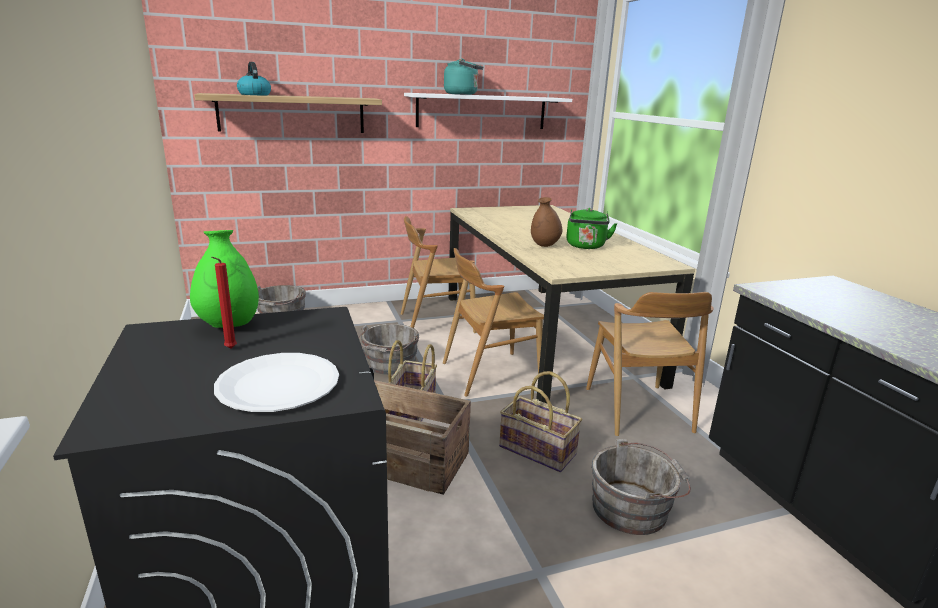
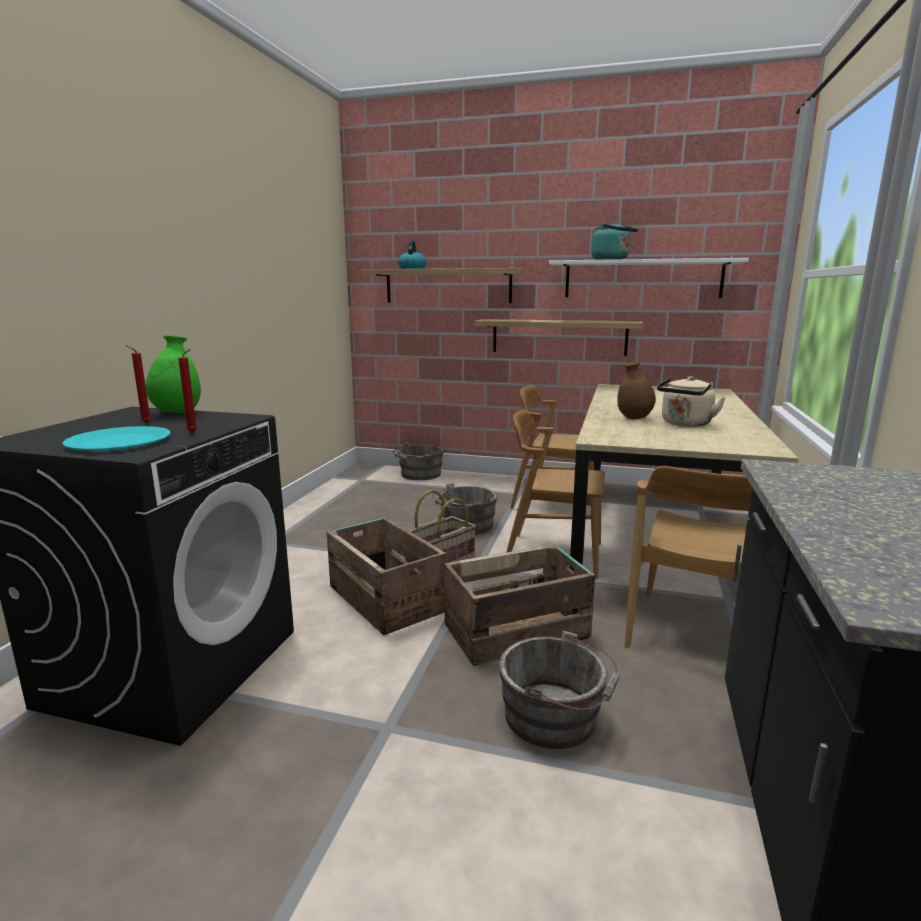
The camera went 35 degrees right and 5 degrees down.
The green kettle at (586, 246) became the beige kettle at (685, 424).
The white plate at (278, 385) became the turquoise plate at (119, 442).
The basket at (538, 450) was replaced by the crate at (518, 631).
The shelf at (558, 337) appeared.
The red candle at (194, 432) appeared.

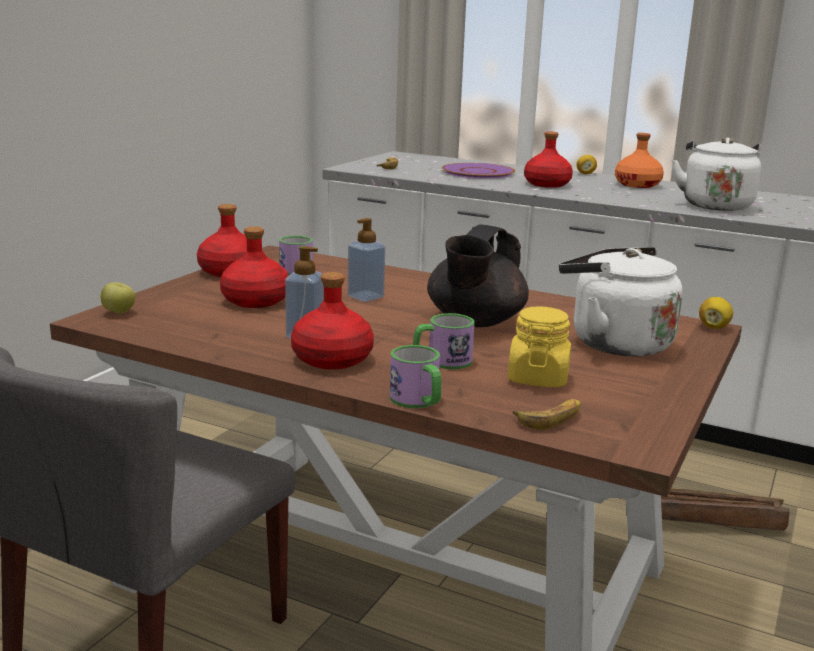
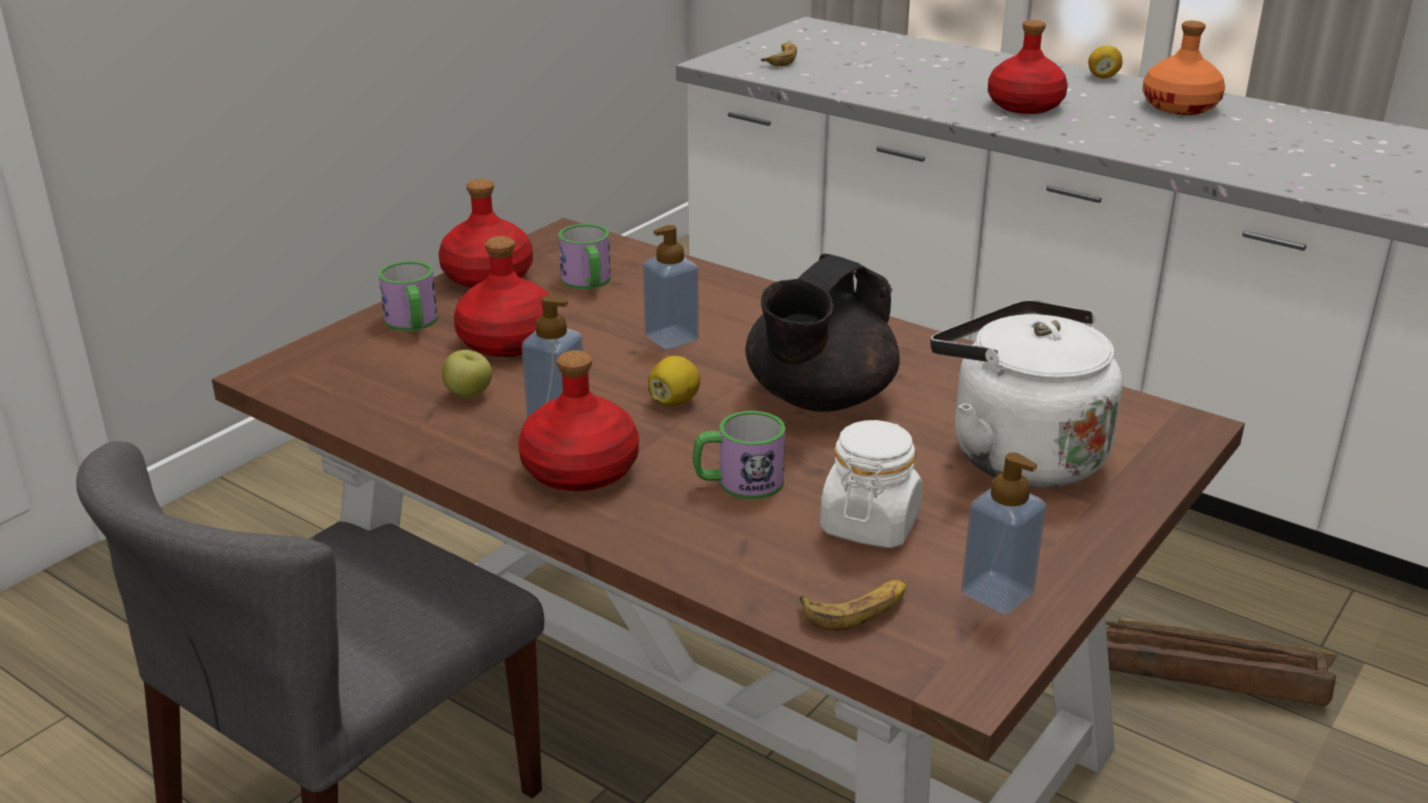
The camera went 10 degrees right and 10 degrees up.
The white kettle at (715, 205) disappeared.
The purple plate at (478, 172) disappeared.
The apple moved from (119, 313) to (469, 394).
The lemon moved from (713, 327) to (674, 401).
The yellow jar at (538, 378) became the white jar at (870, 524).
The mug moved from (418, 401) to (413, 323).
The soap dispenser at (997, 594) appeared.

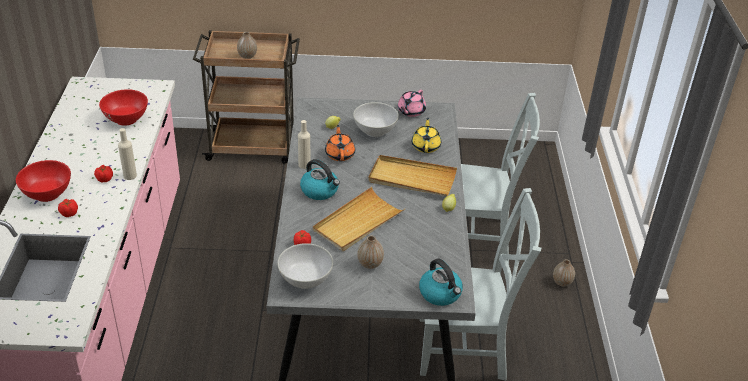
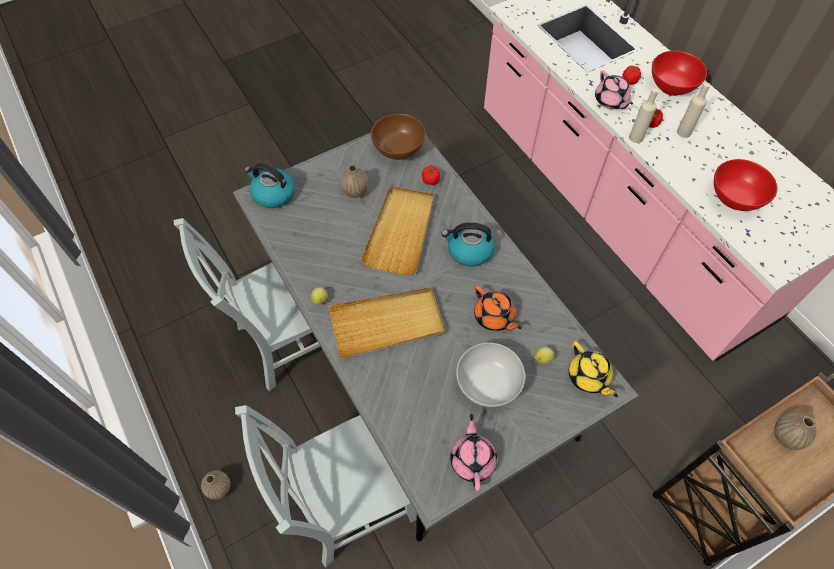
The camera went 150 degrees right and 20 degrees up.
The yellow teapot moved from (426, 146) to (588, 377).
The beige bottle moved from (304, 165) to (684, 132).
The white bowl at (306, 279) became the brown bowl at (398, 150).
The pink teapot at (611, 101) appeared.

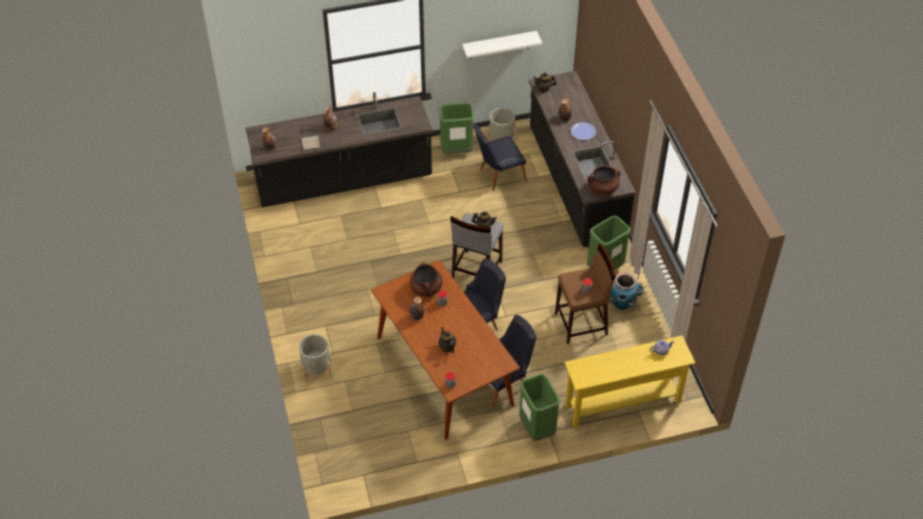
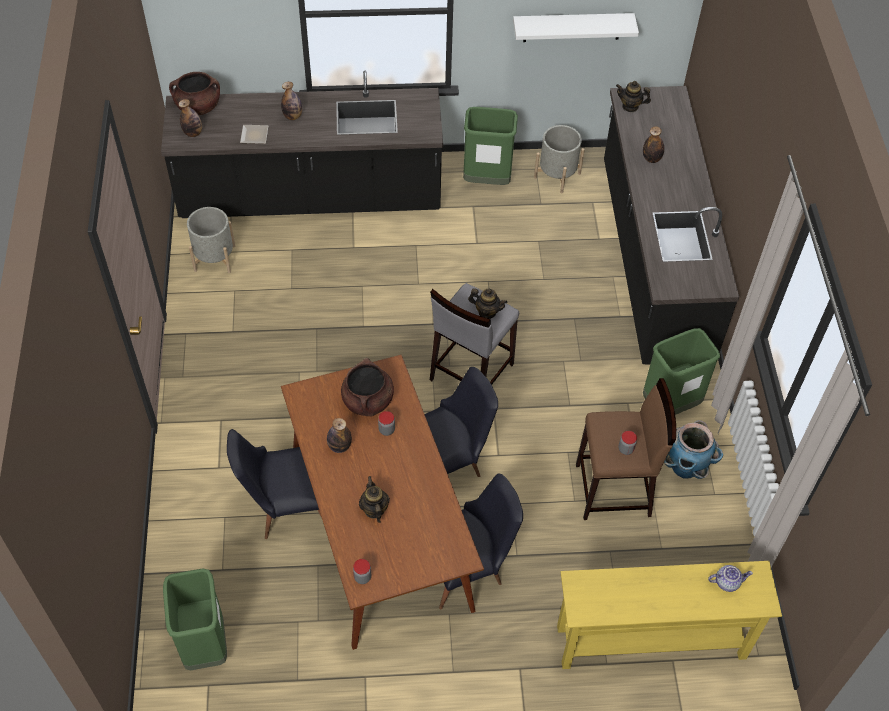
The camera went 10 degrees right and 5 degrees up.
The plate at (583, 132) disappeared.
The black chair moved from (498, 176) to (285, 508).
The brown cooking pot moved from (602, 189) to (198, 107).
The grey planter moved from (317, 369) to (214, 258).
The green trash can moved from (537, 429) to (205, 645).

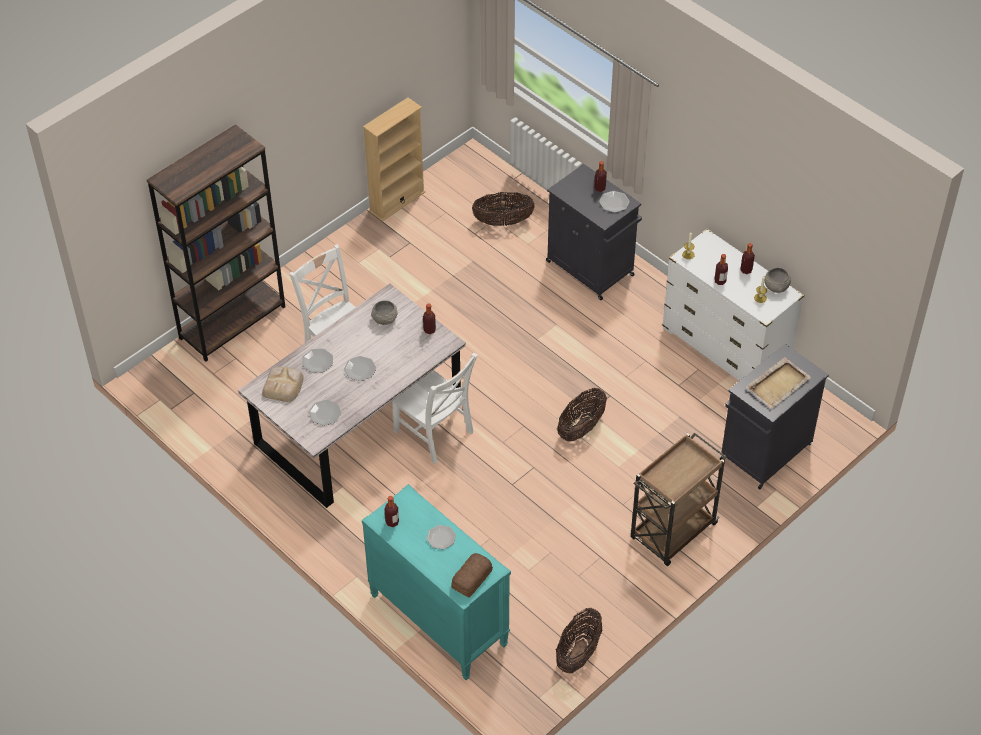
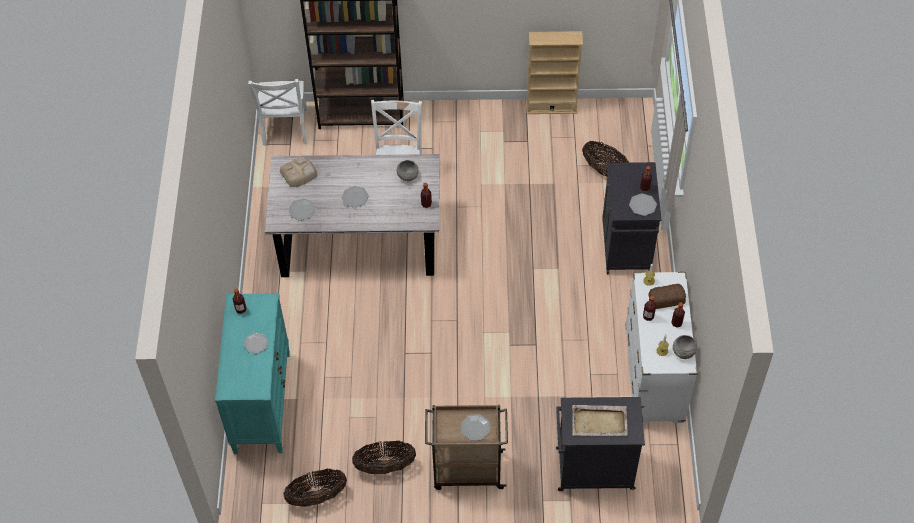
The camera went 45 degrees right and 5 degrees up.
The plate moved from (317, 361) to (475, 428).
The white chair moved from (435, 434) to (285, 129).
The basket moved from (581, 427) to (385, 466).
The bread moved from (470, 579) to (665, 299).

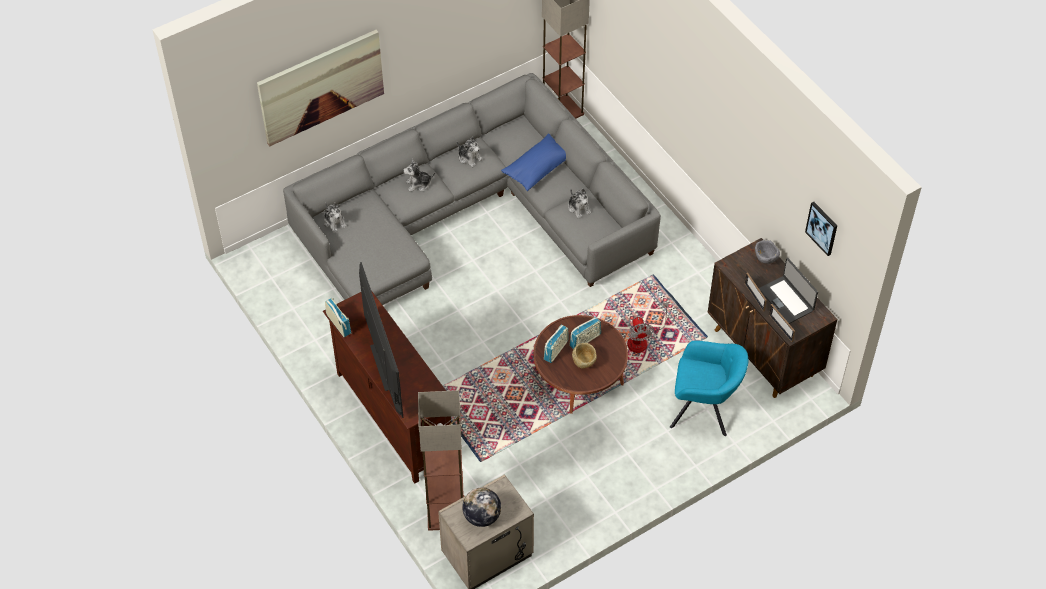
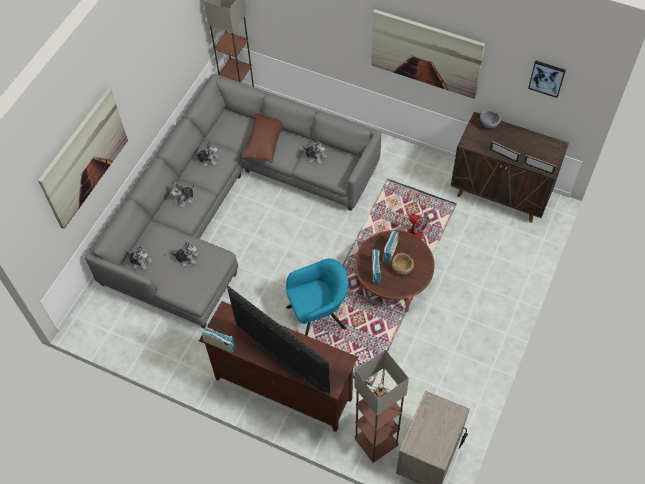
The camera went 30 degrees left and 5 degrees up.
The blue pillow at (538, 168) became the brown pillow at (264, 142).
The laptop at (786, 300) disappeared.
The turquoise armchair moved from (704, 408) to (318, 316).
The globe at (482, 516) disappeared.
The picture at (426, 53) appeared.
The plush toy at (187, 258) appeared.

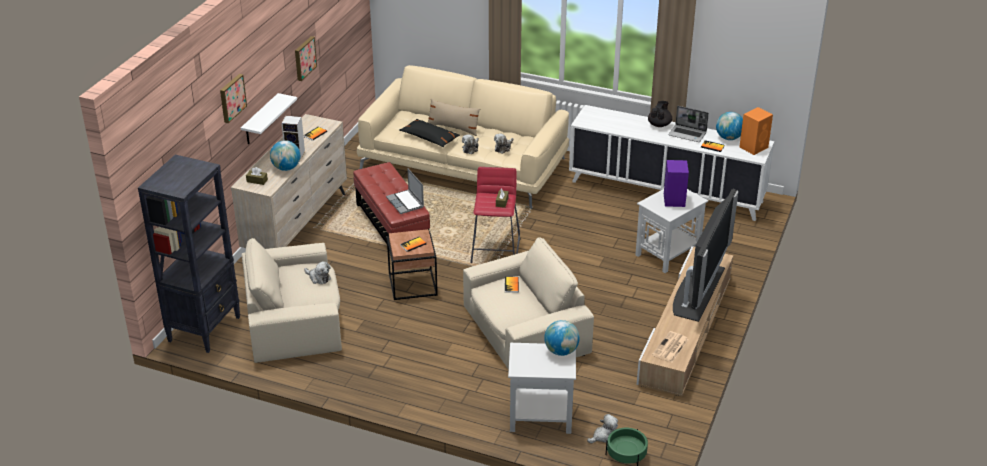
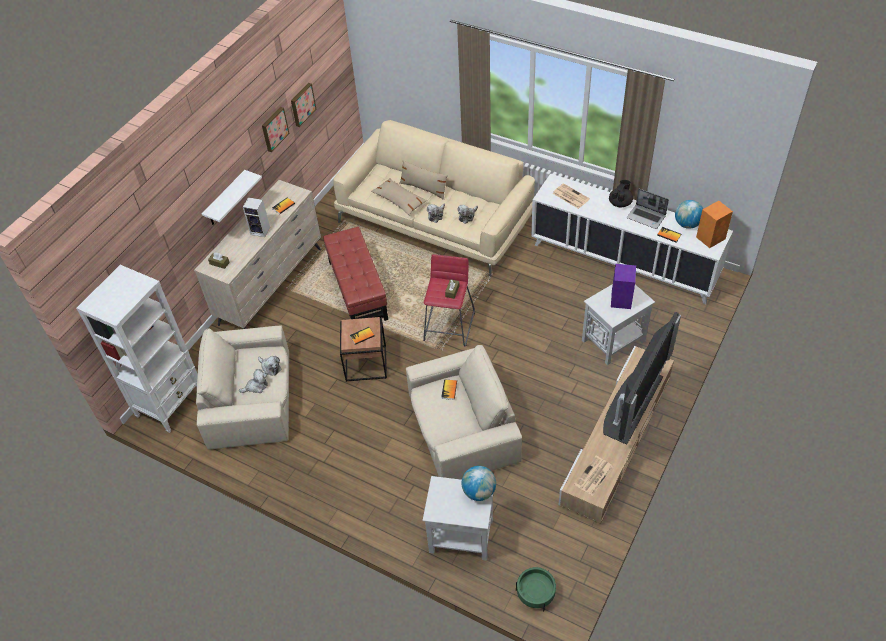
The camera went 10 degrees right and 15 degrees up.
The picture moved from (231, 98) to (302, 104).
The black pillow at (429, 138) became the beige pillow at (399, 200).
The globe at (286, 168) disappeared.
The black bookcase at (205, 329) became the white bookcase at (170, 404).
The laptop at (406, 203) disappeared.
The plush toy moved from (603, 436) to (256, 386).
The newspaper at (570, 196) appeared.

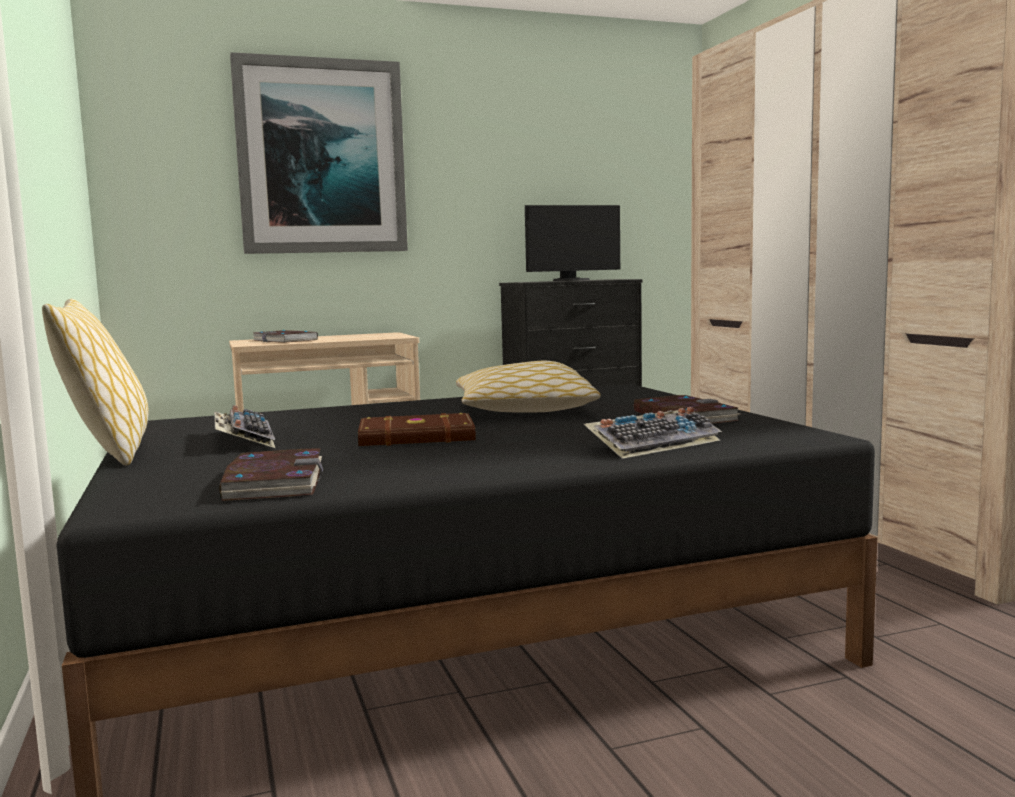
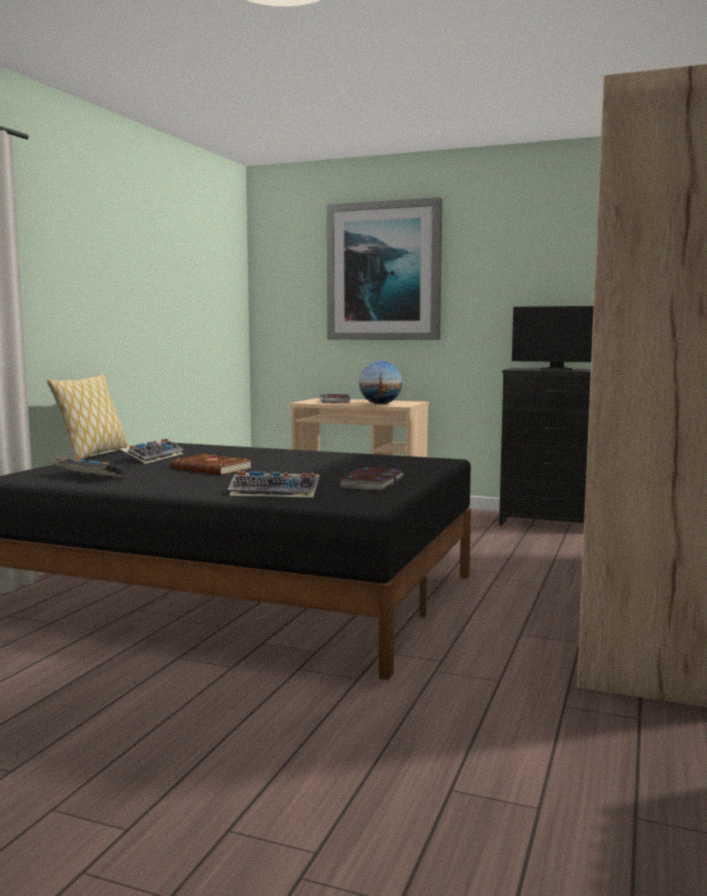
The camera went 40 degrees right and 0 degrees up.
The pillow at (524, 410) disappeared.
The book at (273, 481) was replaced by the keyboard at (85, 476).
The globe at (380, 404) appeared.

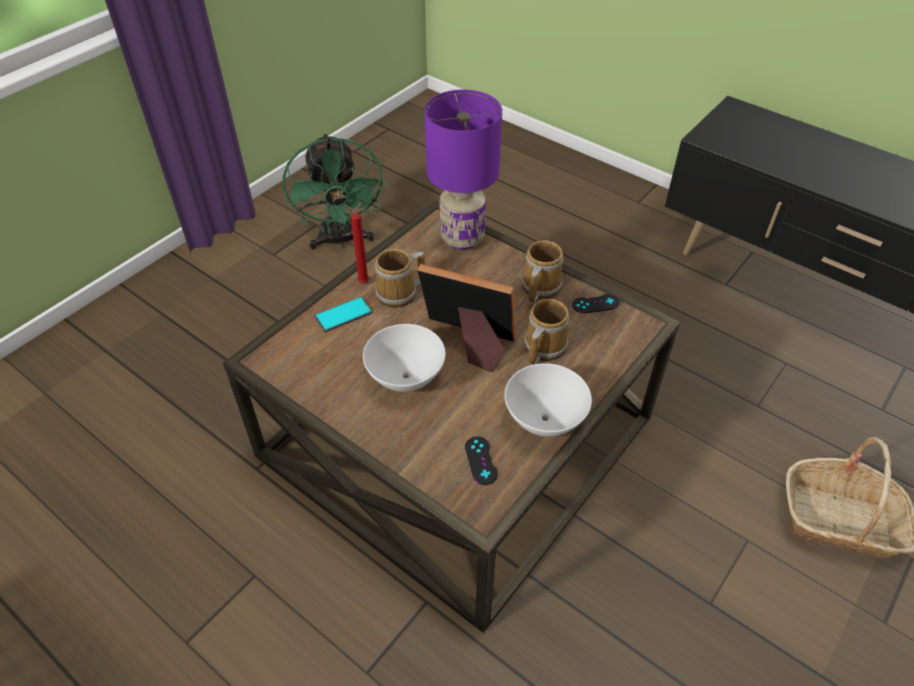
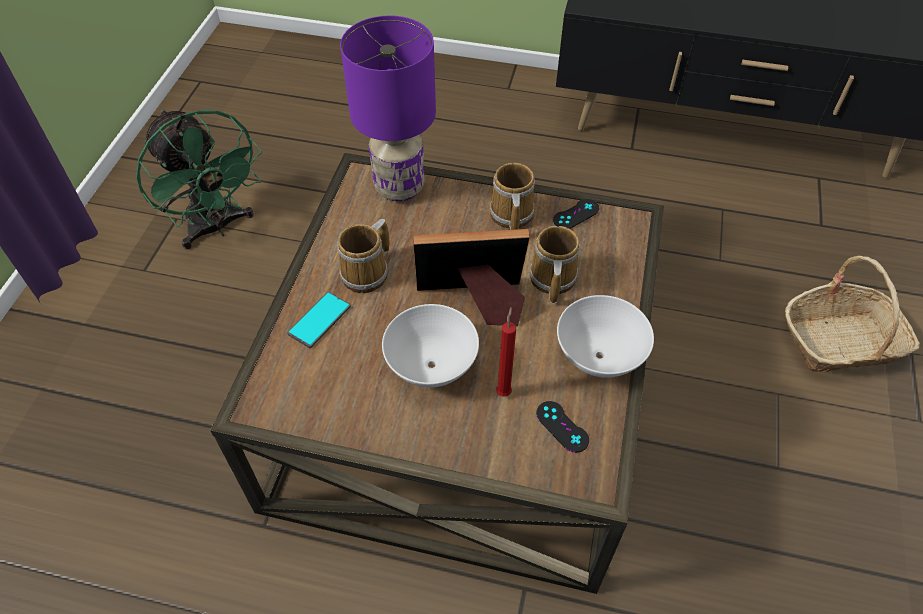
The camera went 25 degrees left and 5 degrees up.
The red candle moved from (365, 281) to (504, 391).

